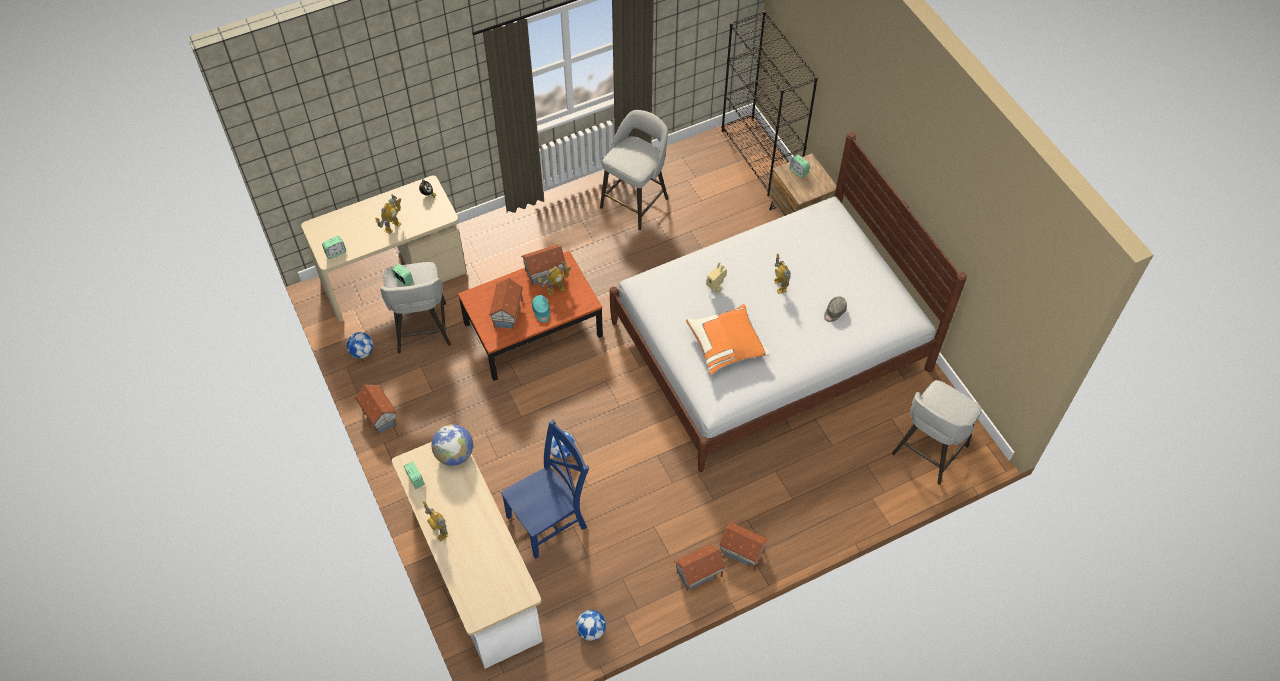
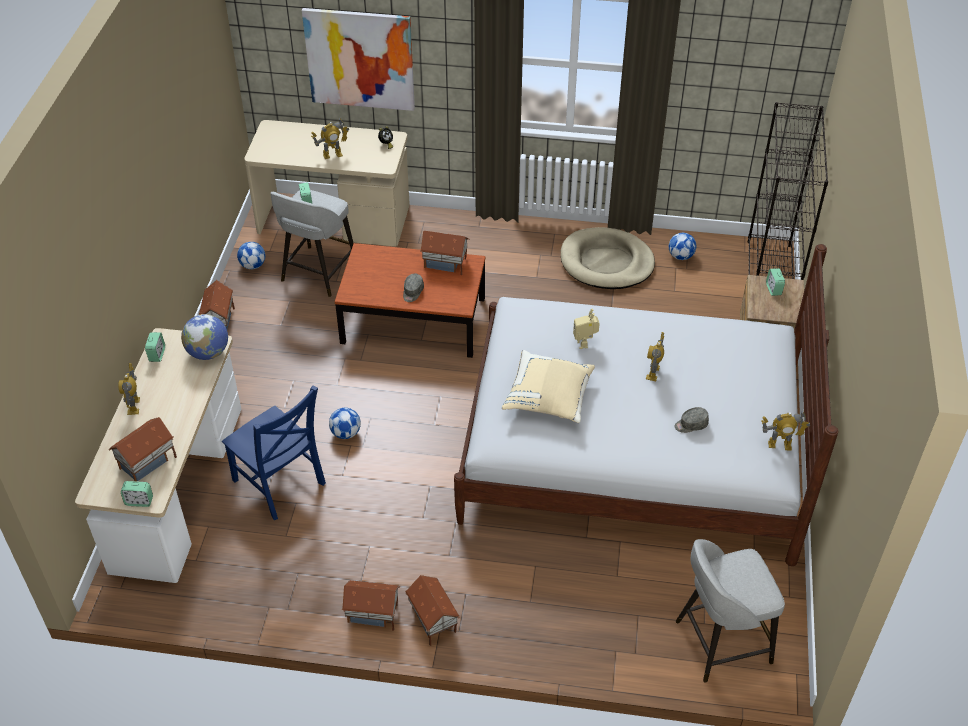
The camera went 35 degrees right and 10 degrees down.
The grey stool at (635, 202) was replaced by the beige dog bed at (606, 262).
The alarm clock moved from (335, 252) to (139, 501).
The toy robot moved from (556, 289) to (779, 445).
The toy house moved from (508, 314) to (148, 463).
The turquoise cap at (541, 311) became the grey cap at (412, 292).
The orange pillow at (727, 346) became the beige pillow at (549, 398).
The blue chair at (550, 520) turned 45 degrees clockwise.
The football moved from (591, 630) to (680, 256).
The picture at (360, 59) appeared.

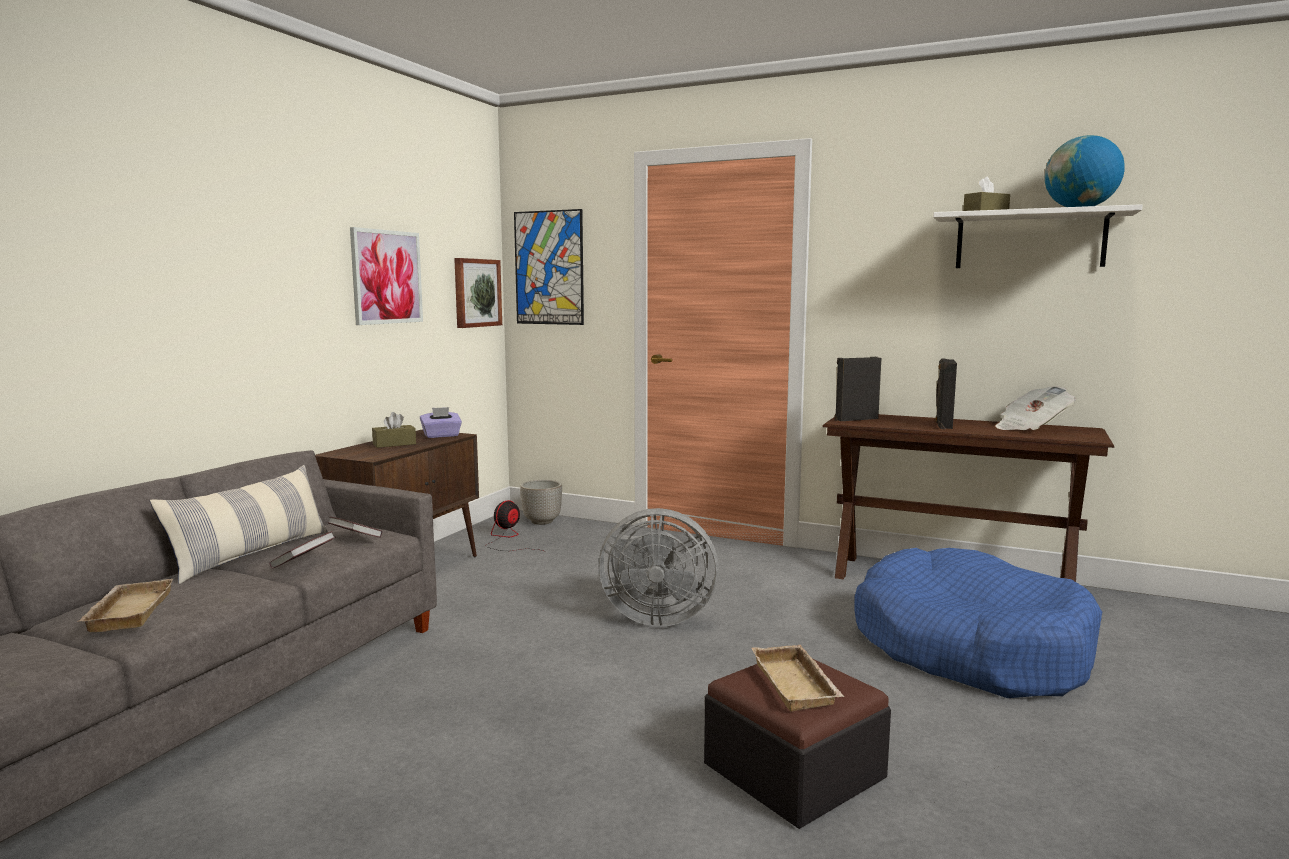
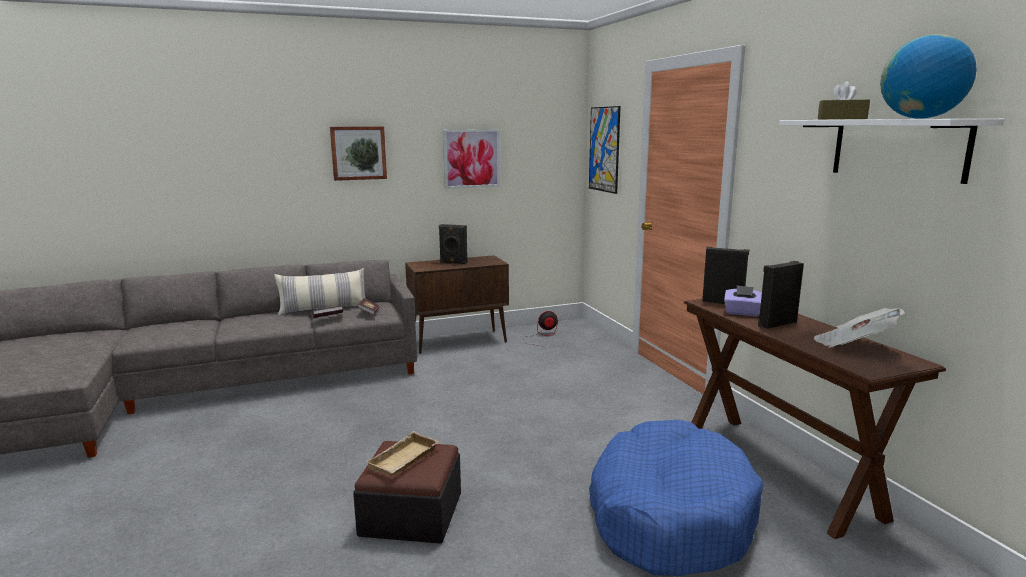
The camera went 45 degrees right and 5 degrees up.
The picture moved from (476, 293) to (358, 153).
The purple tissue box moved from (441, 436) to (742, 313).
The brown tissue box at (394, 444) was replaced by the black speaker at (453, 262).
The planter at (542, 521) disappeared.
The grey fan at (655, 617) disappeared.
The beige tray at (127, 612) disappeared.

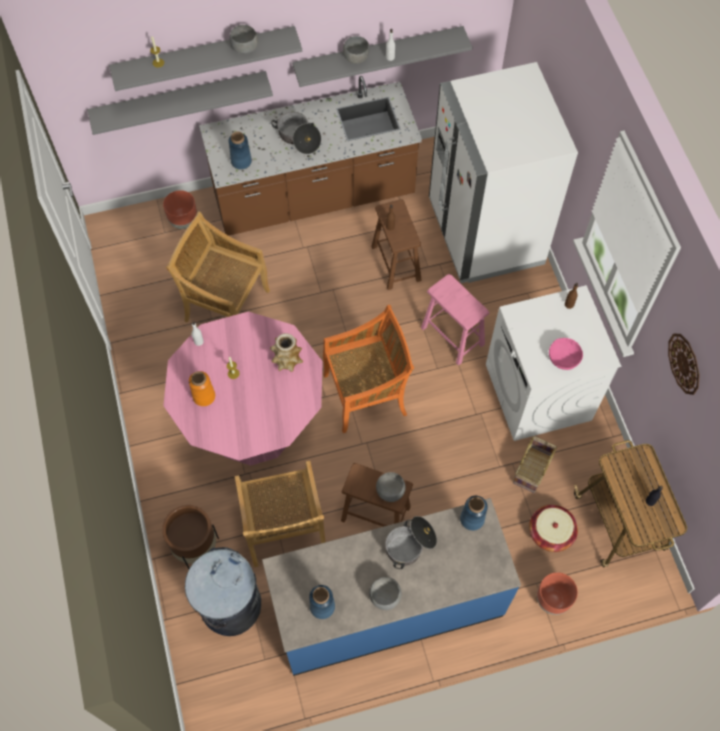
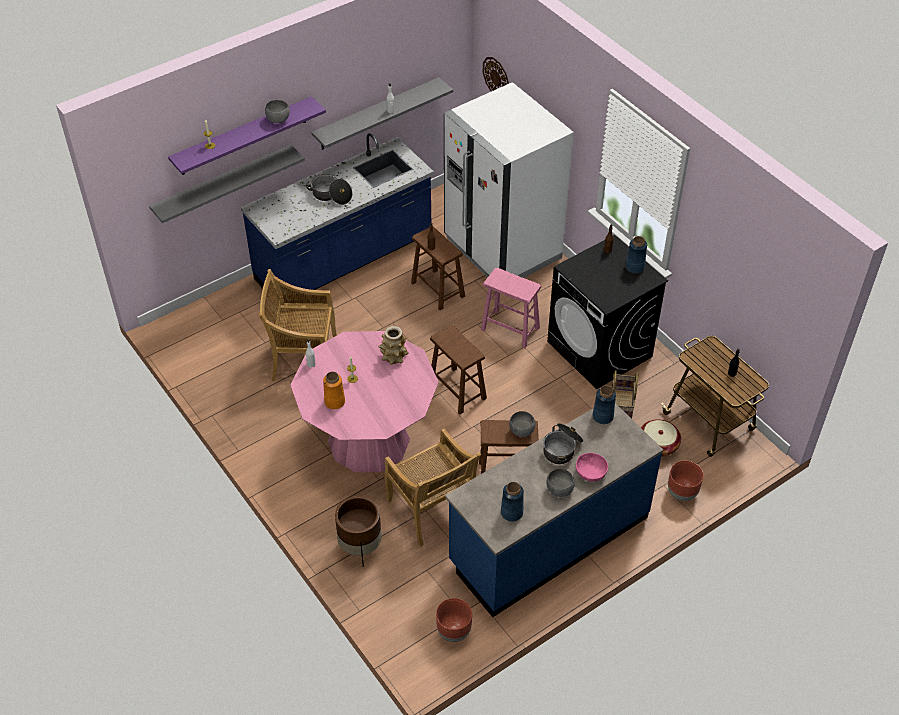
The camera went 20 degrees left and 15 degrees down.
The grey shelf at (204, 56) became the purple shelf at (243, 136).
The grey bowl at (356, 58) disappeared.
The brown counter at (314, 197) became the blue counter at (344, 260).
The blue vase moved from (241, 161) to (634, 267).
The brown planter moved from (183, 221) to (453, 631).
The white washing machine at (538, 393) became the black washing machine at (600, 349).
The orange chair at (366, 394) was replaced by the brown stool at (457, 390).
The wall clock moved from (684, 363) to (496, 77).
The pink bowl moved from (563, 358) to (590, 473).
The grey trash can at (230, 605) disappeared.

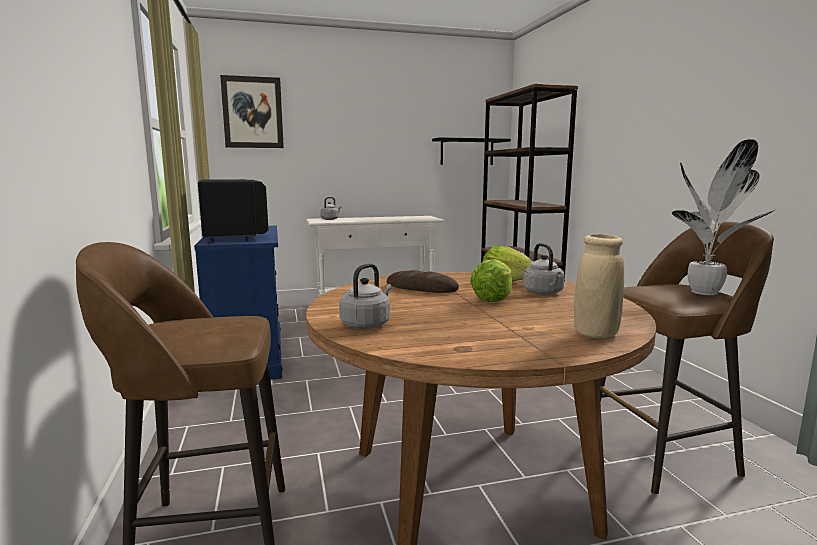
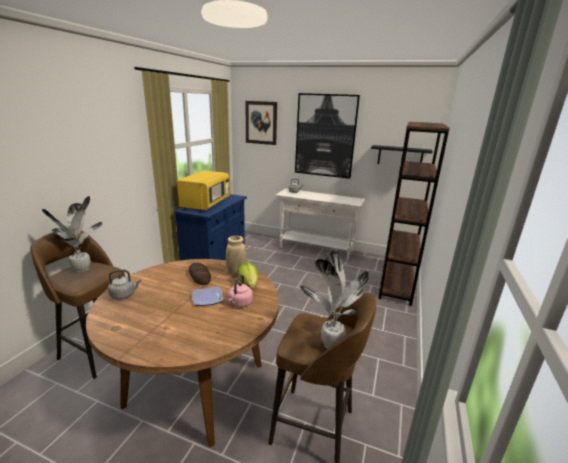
The camera went 35 degrees right and 10 degrees up.
The black microwave at (233, 235) became the yellow microwave at (205, 204).
The beige vase moved from (596, 334) to (236, 273).
The grey kettle at (544, 293) became the pink kettle at (239, 303).
The lettuce at (493, 298) was replaced by the plate at (207, 298).
The picture at (325, 136) appeared.
The potted plant at (83, 269) appeared.

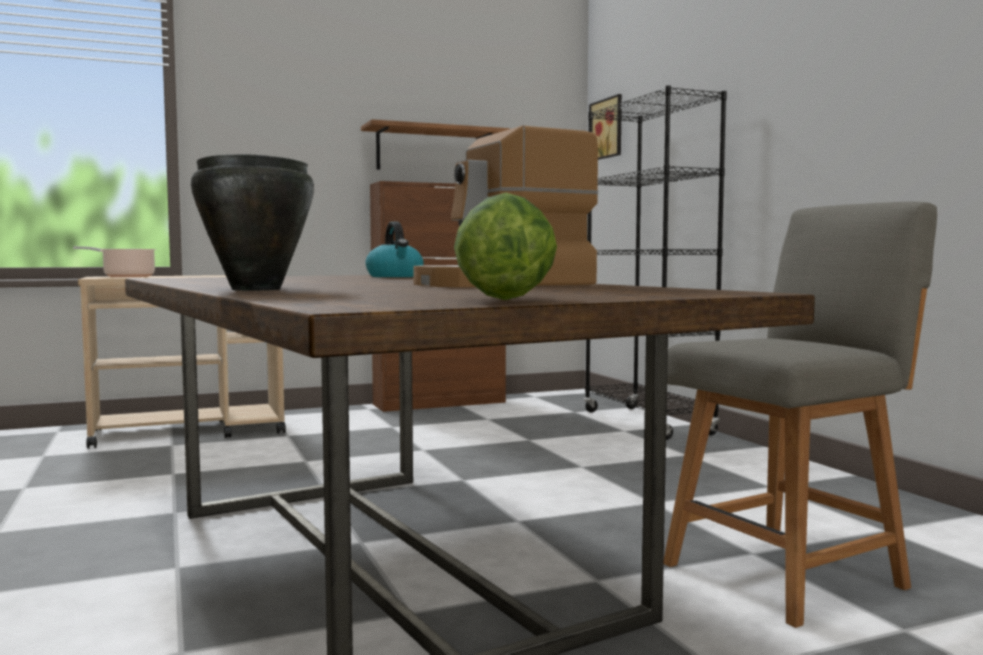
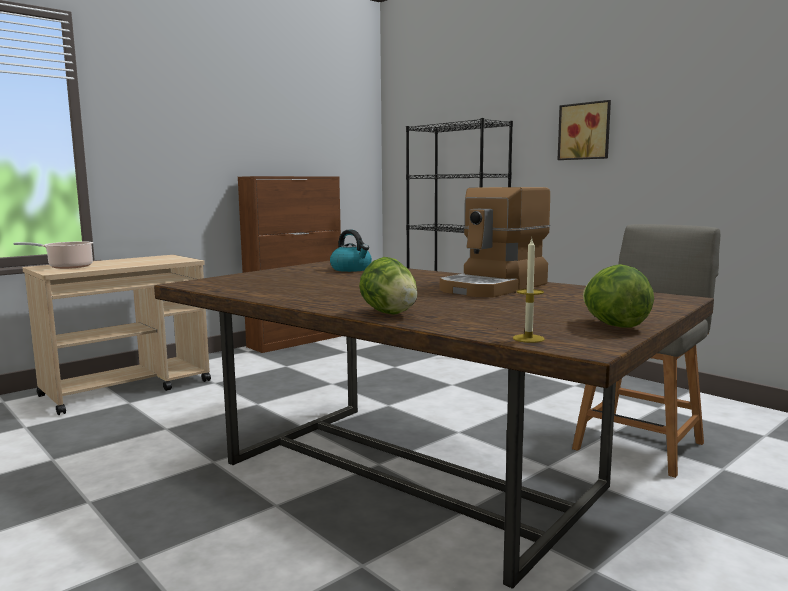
The camera went 20 degrees left and 5 degrees up.
The picture moved from (608, 129) to (585, 131).
The shelf at (429, 151) disappeared.
The black cooking pot at (257, 289) was replaced by the lettuce at (390, 313).
The candle at (528, 338) appeared.

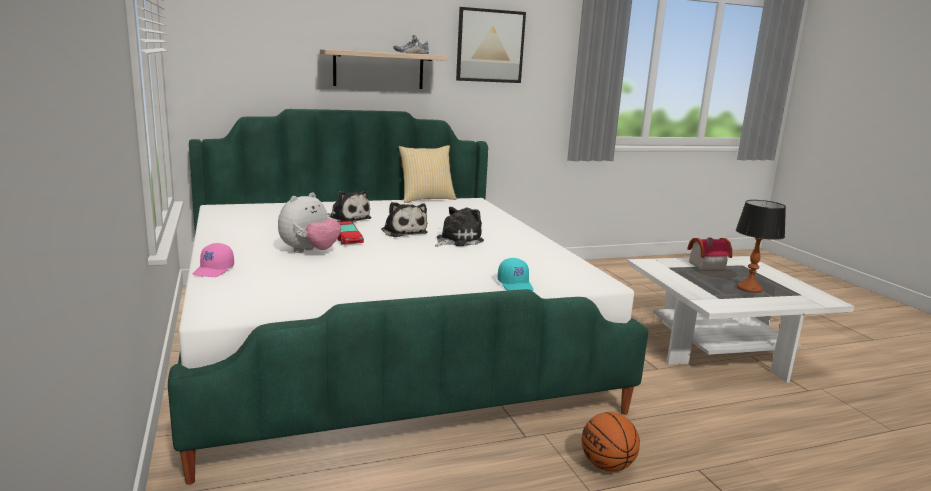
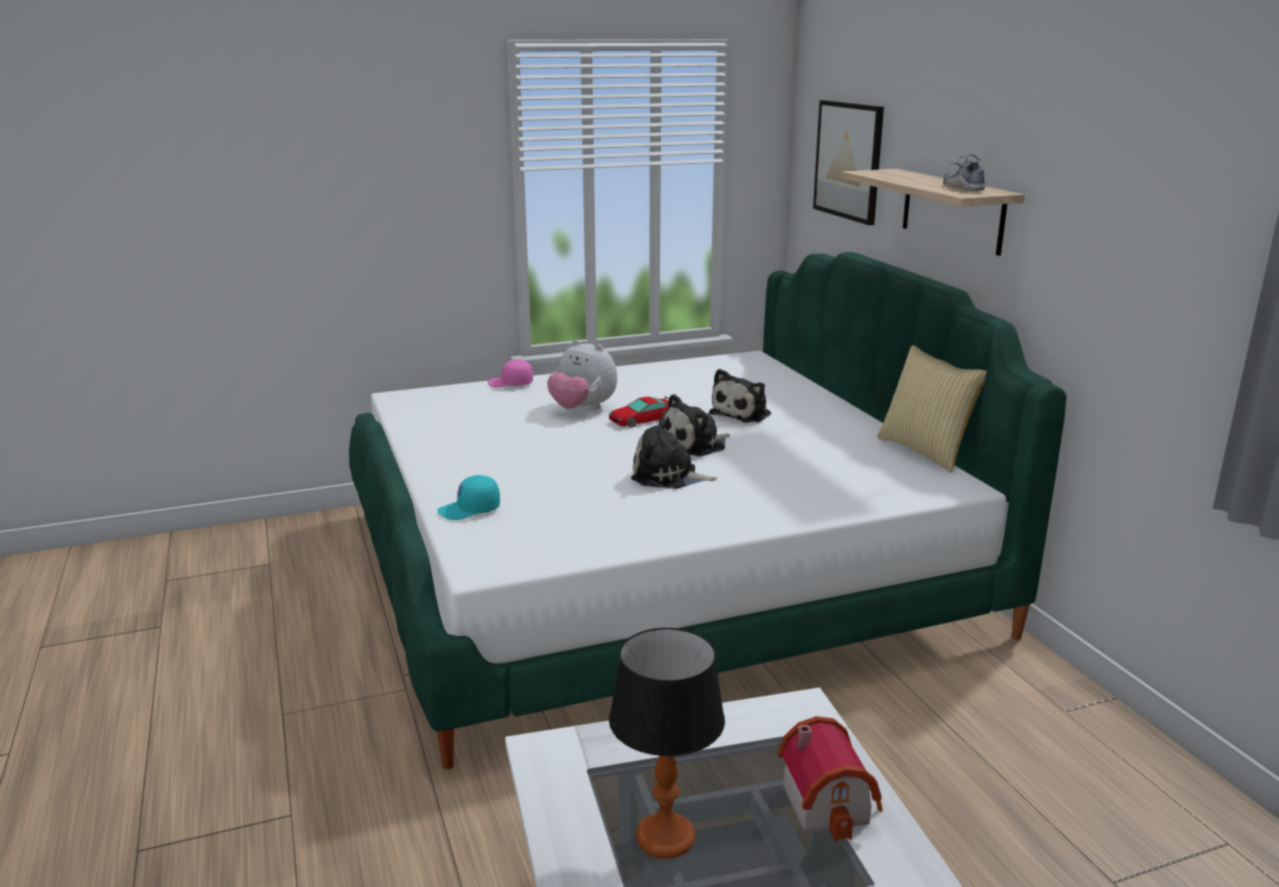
The camera went 90 degrees right and 5 degrees up.
The picture moved from (490, 46) to (848, 160).
The plush toy at (457, 240) turned 150 degrees clockwise.
The basketball at (606, 465) disappeared.

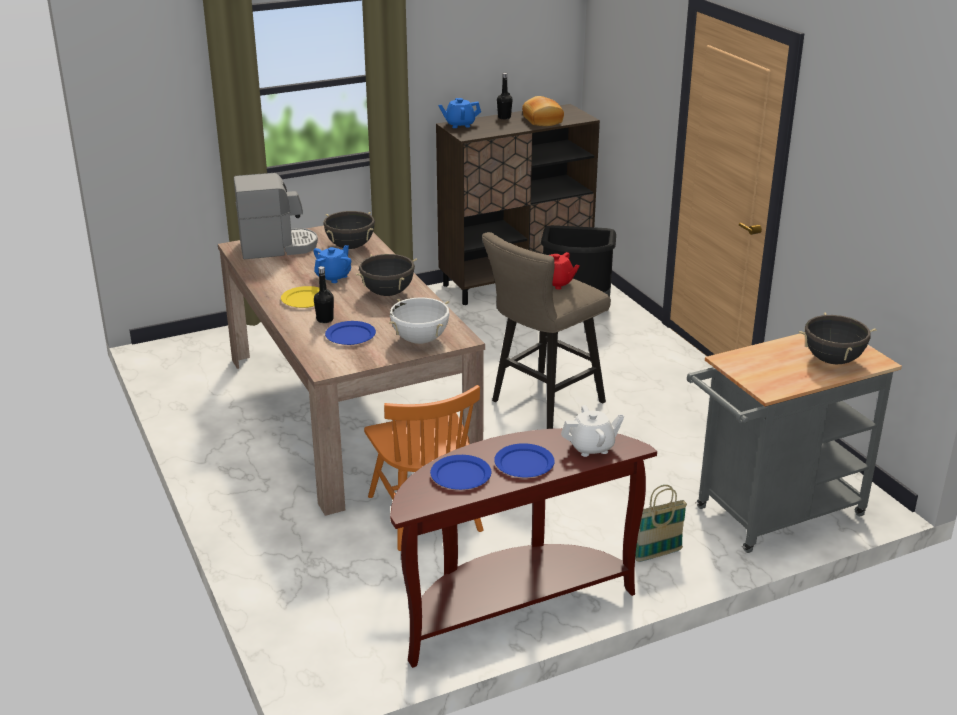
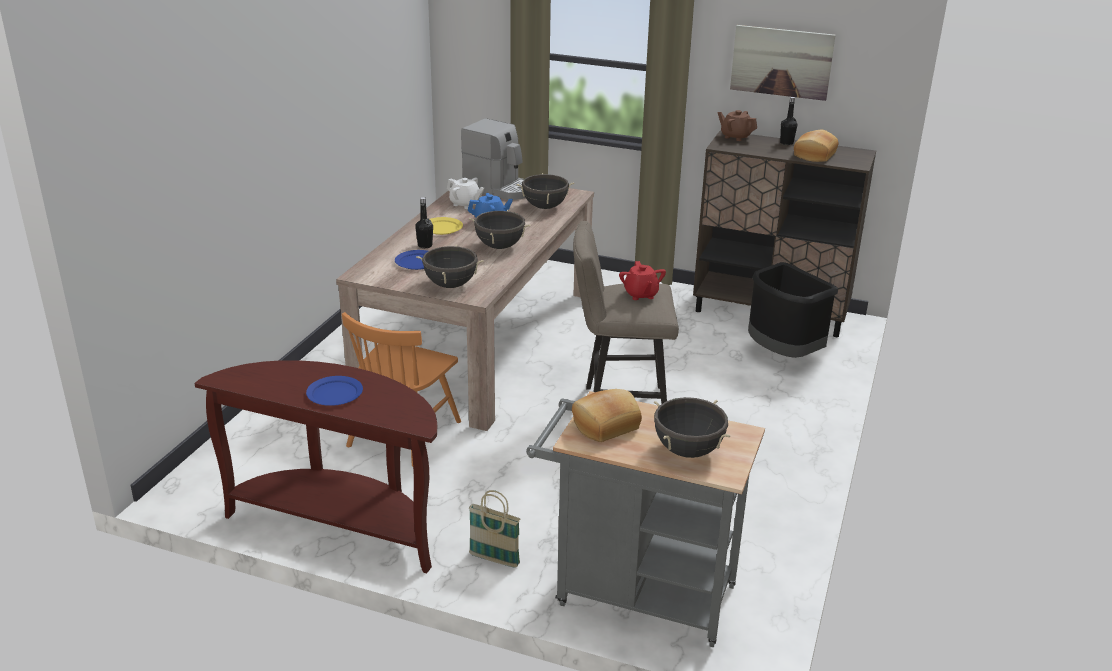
The camera went 45 degrees right and 0 degrees up.
The blue teapot at (459, 125) became the brown teapot at (735, 137).
The white cooking pot at (420, 340) became the black cooking pot at (450, 285).
The white teapot moved from (591, 447) to (465, 204).
The blue plate at (460, 475) disappeared.
The picture at (781, 62) appeared.
The bread at (605, 425) appeared.

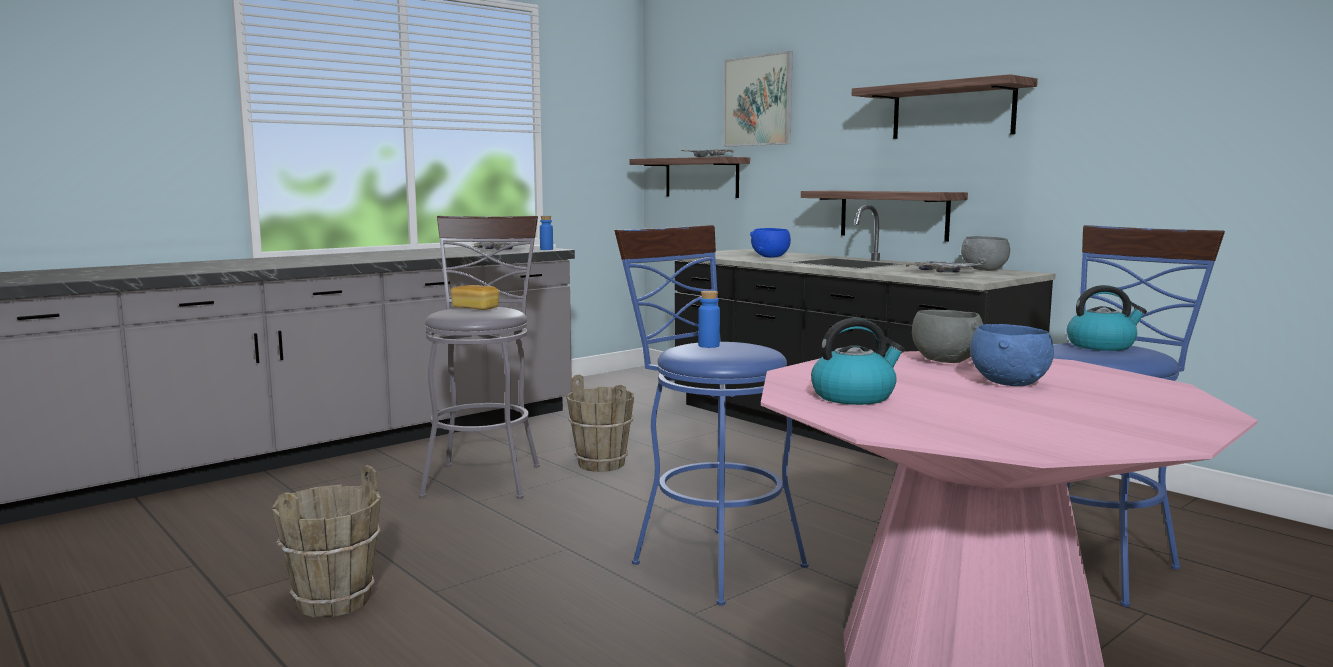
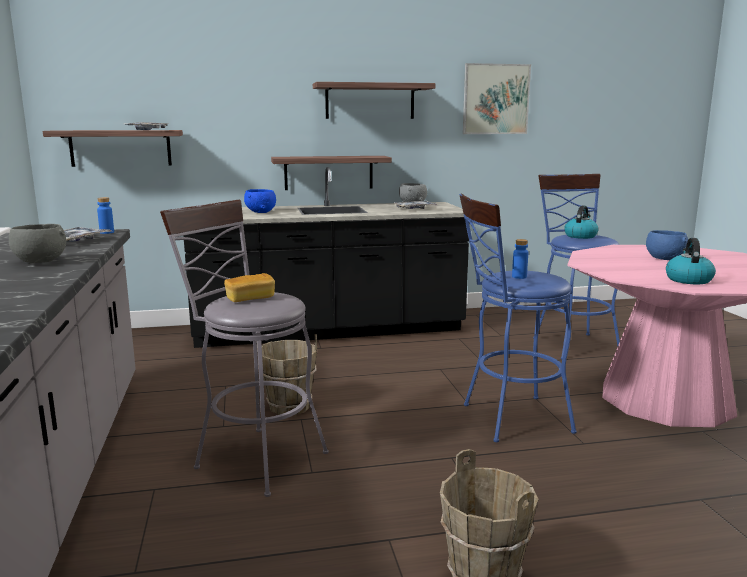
The camera went 60 degrees left and 5 degrees up.
The picture moved from (758, 101) to (496, 99).
The grey bowl moved from (945, 361) to (40, 262).

